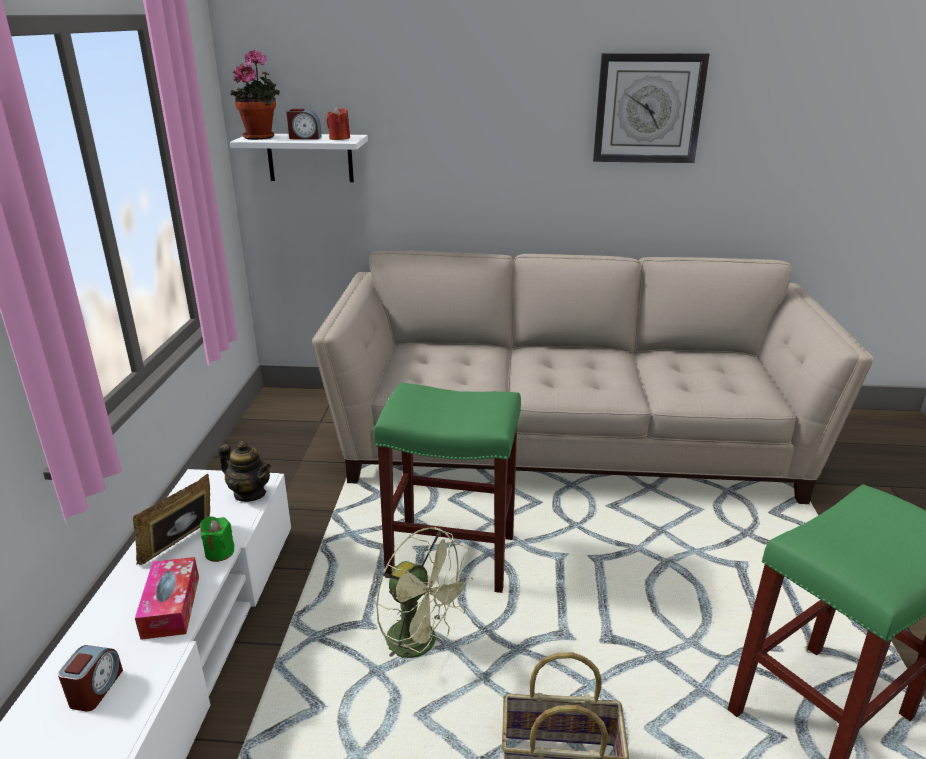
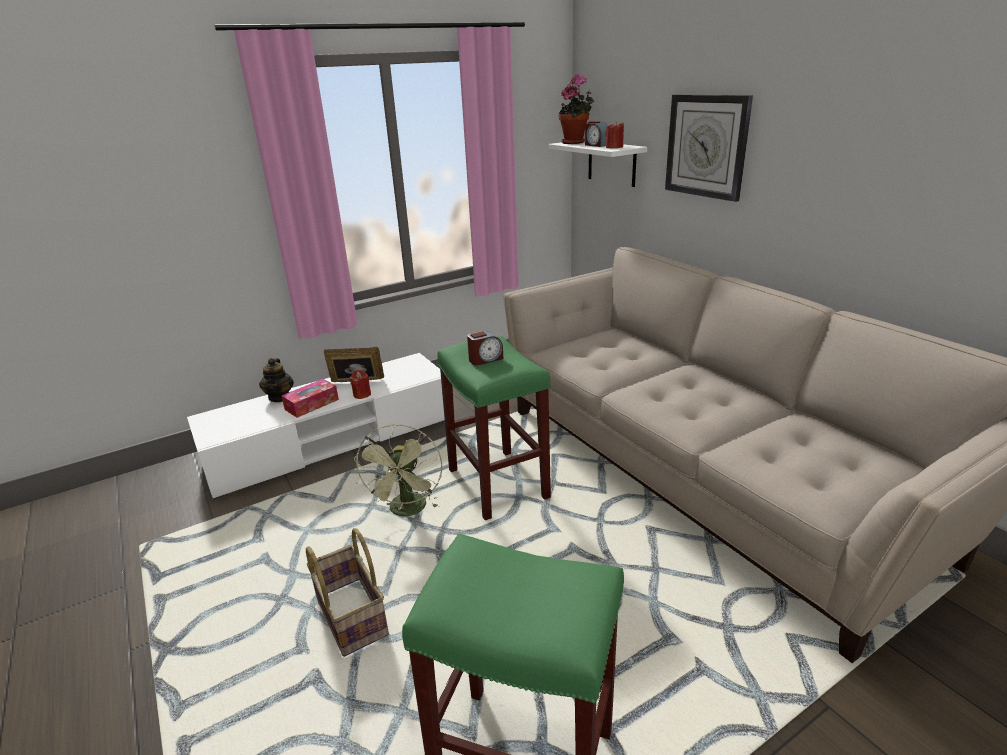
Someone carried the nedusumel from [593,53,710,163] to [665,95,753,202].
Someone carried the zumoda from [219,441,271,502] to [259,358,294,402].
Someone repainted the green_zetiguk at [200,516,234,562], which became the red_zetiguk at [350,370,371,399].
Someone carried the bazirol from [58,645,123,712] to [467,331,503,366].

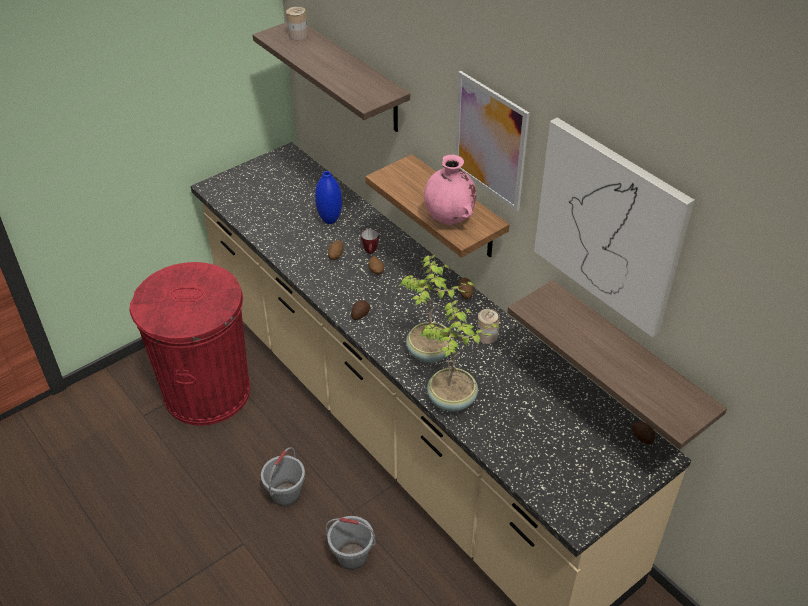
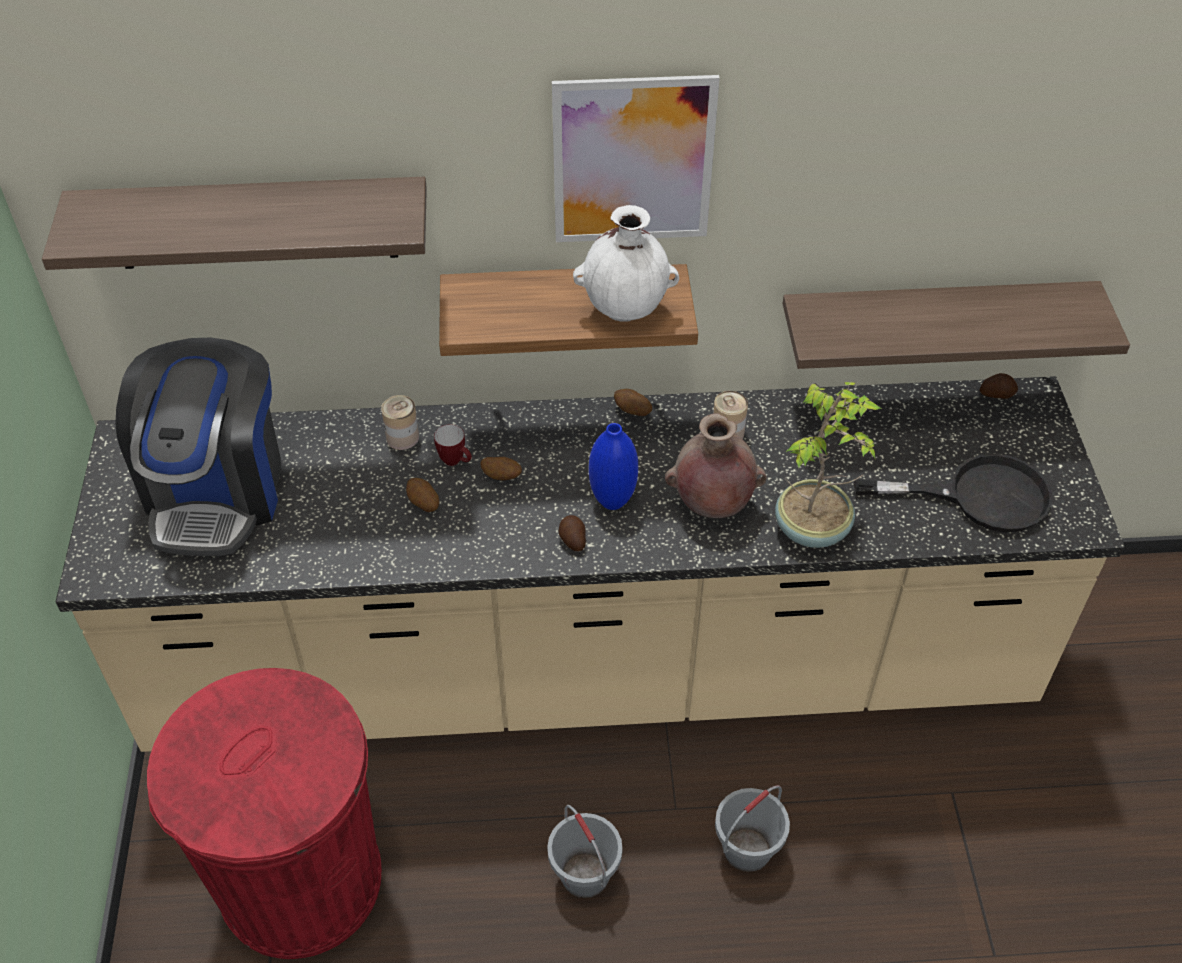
Someone carried the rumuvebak from [286,7,308,40] to [381,395,419,450].
Someone took away the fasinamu at [534,117,695,337].
Someone repainted the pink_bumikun at [424,155,477,225], which became the white_bumikun at [573,205,679,322].
Someone carried the blue_bumikun from [315,171,342,224] to [589,423,638,510].
Someone swapped the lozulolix at [400,255,475,363] for the brown_bumikun at [665,413,767,518].
Someone put down the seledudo at [115,337,281,556].
Someone put down the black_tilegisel at [854,454,1052,533].

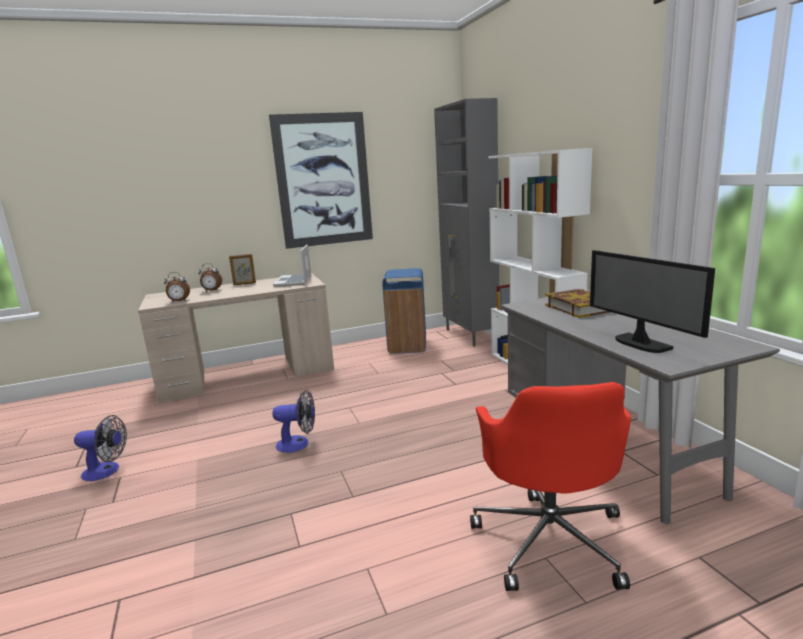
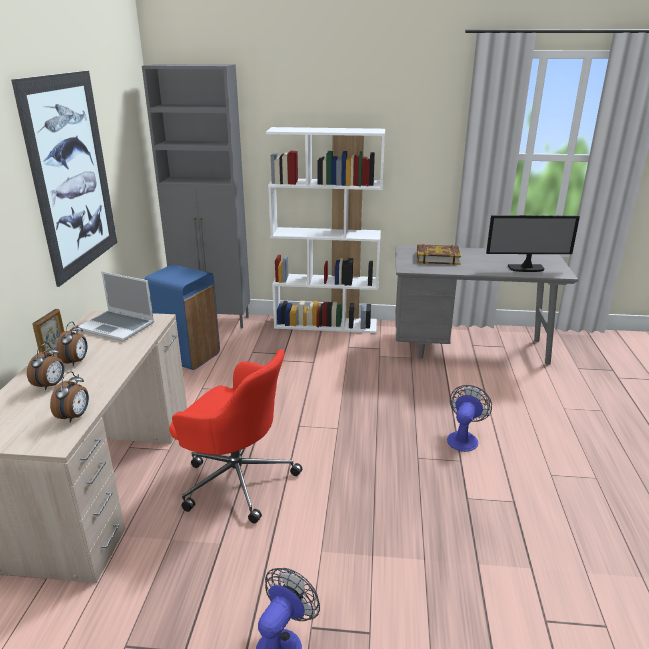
Someone carried the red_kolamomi from [470,382,631,591] to [169,349,302,523].
Someone carried the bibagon from [272,390,315,453] to [447,385,492,452].
Someone put down the bazirol at [56,321,87,366].

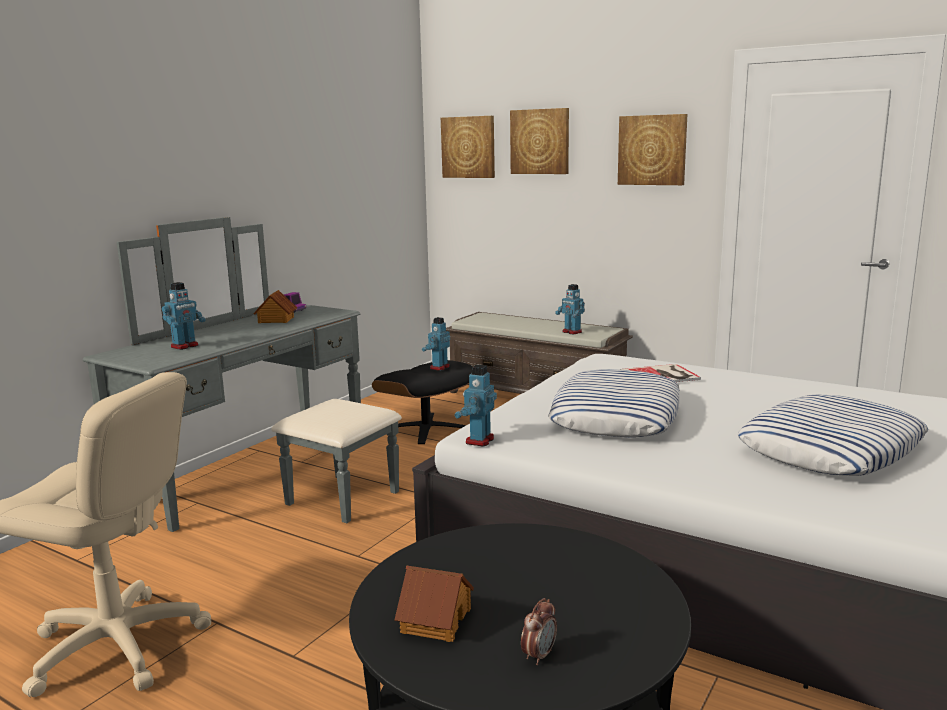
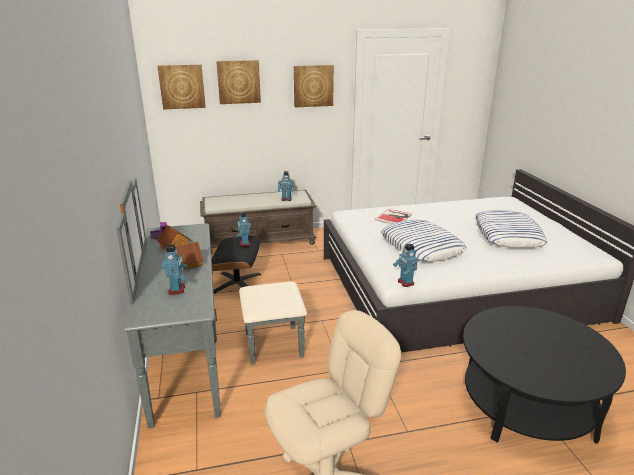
Someone carried the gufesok from [394,566,474,642] to [175,242,203,270].
Someone took away the bazirol at [521,598,557,665].

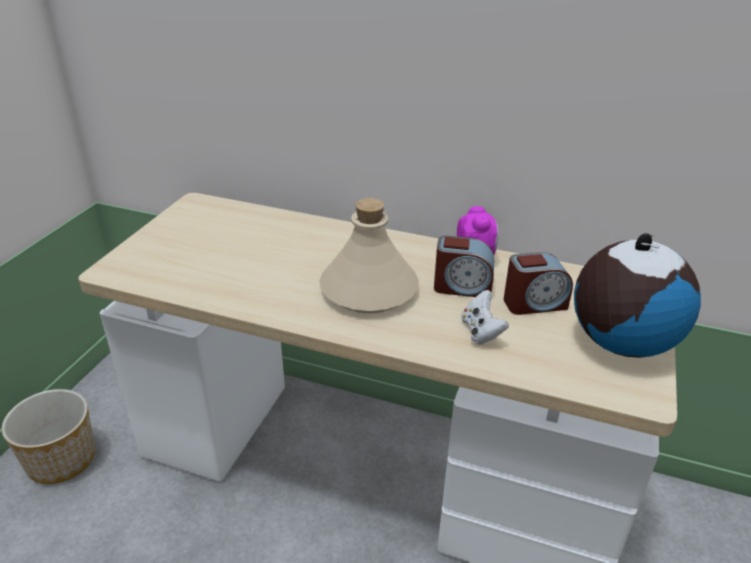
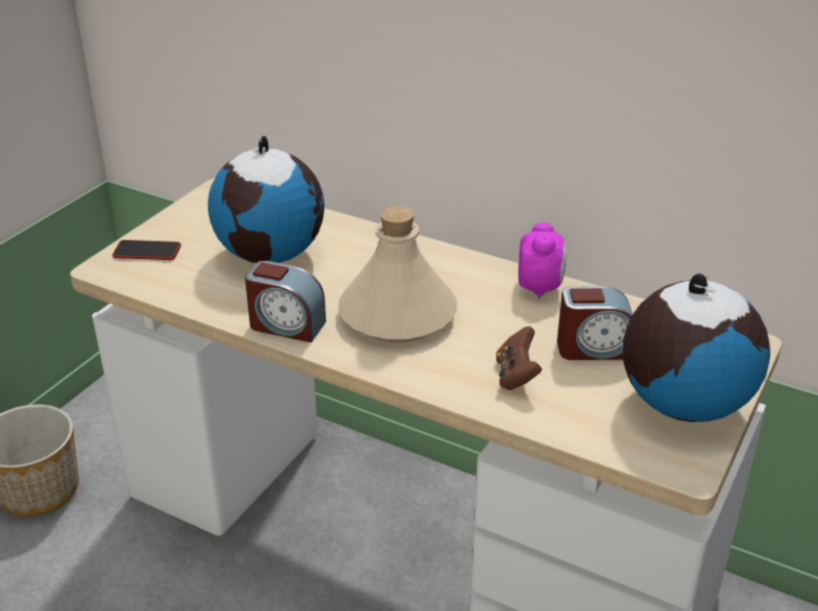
Someone carried the bazirol from [434,236,494,297] to [245,261,326,343].
Someone repainted the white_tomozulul at [461,290,509,345], which became the brown_tomozulul at [496,326,542,390].
Someone put down the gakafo at [208,136,324,263].
Someone put down the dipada at [112,240,181,260].

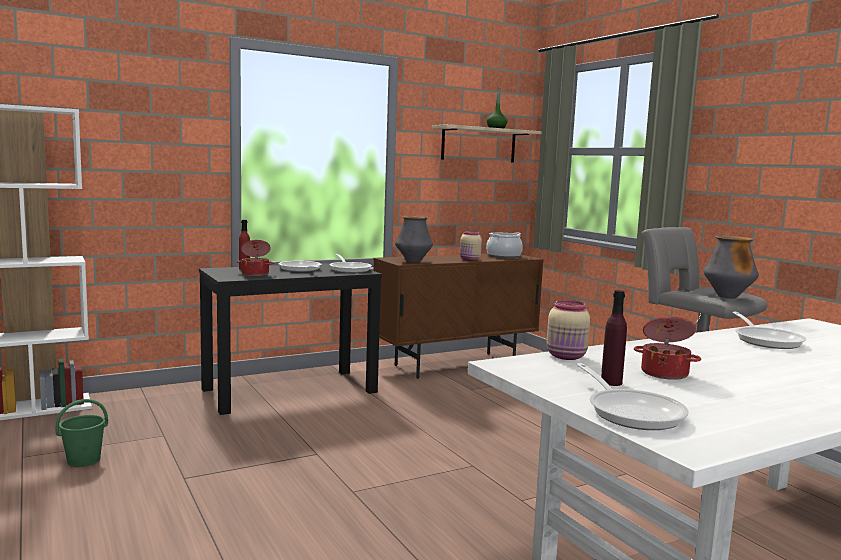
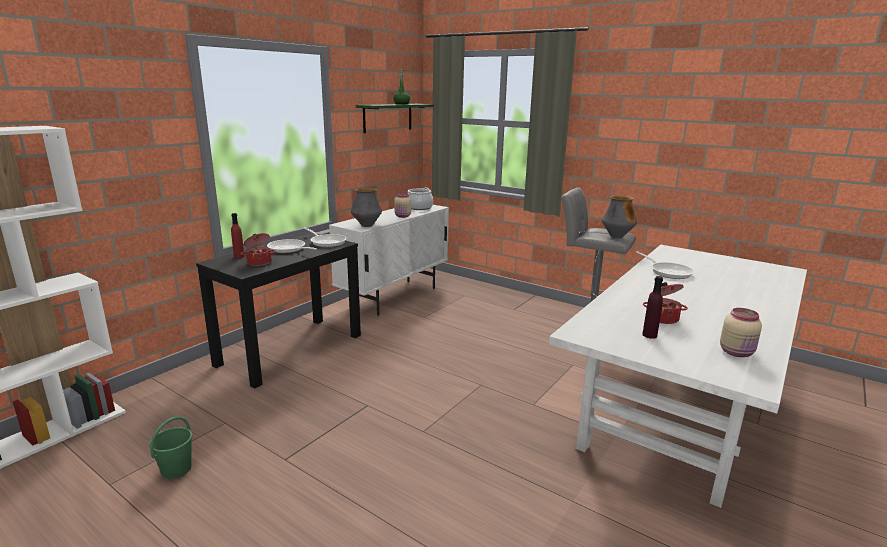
Someone repainted the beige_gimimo at [432,124,542,163], which became the green_gimimo at [355,104,434,133].
Someone repainted the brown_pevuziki at [373,254,544,379], which became the white_pevuziki at [329,205,449,316].
Someone carried the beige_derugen from [546,300,590,360] to [720,308,762,357].
Someone took away the tilegisel at [577,363,688,430].

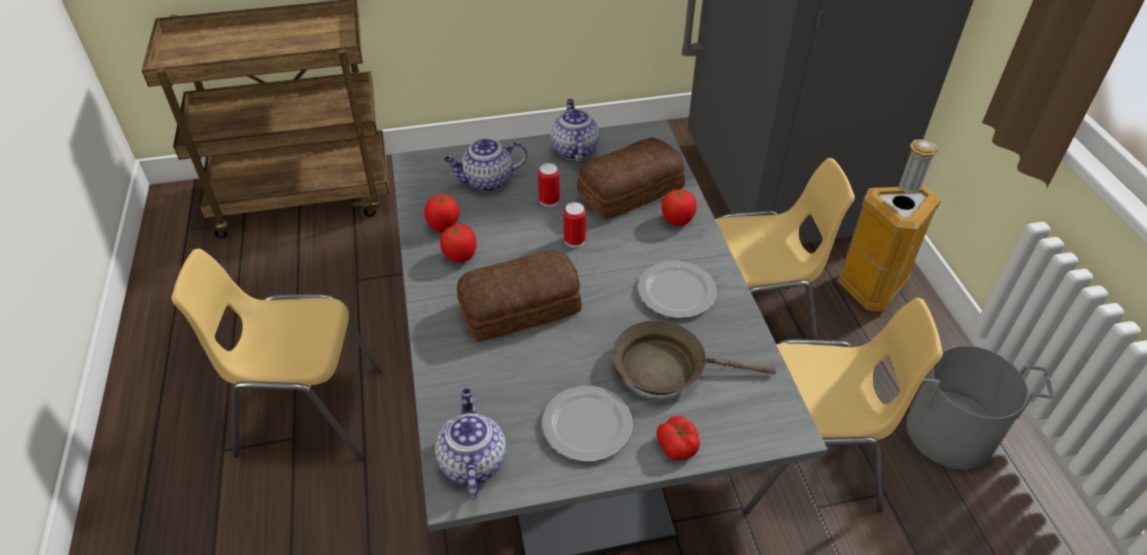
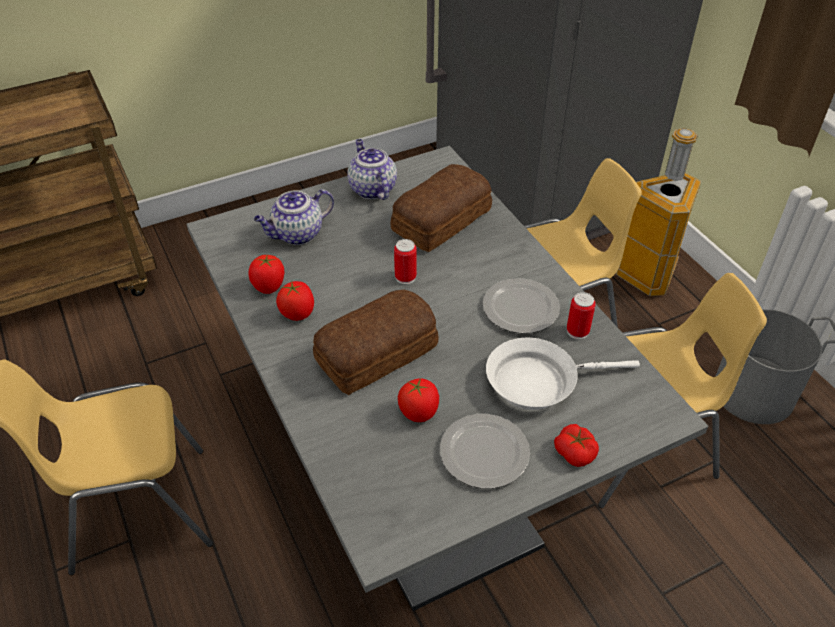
Someone carried the rumuvebak from [538,163,560,207] to [567,292,596,339].
Someone carried the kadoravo from [662,189,697,226] to [398,378,439,422].
Someone repainted the brown_tilegisel at [613,320,776,395], which became the white_tilegisel at [486,337,640,410].
Someone took away the zumoda at [435,389,506,500].

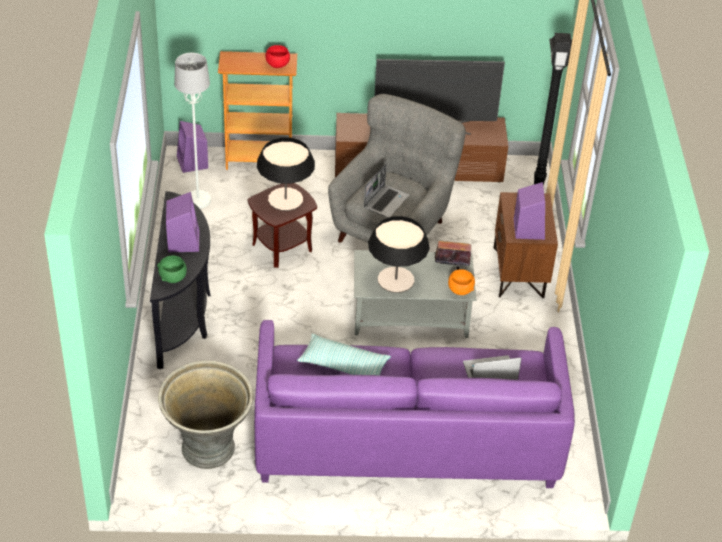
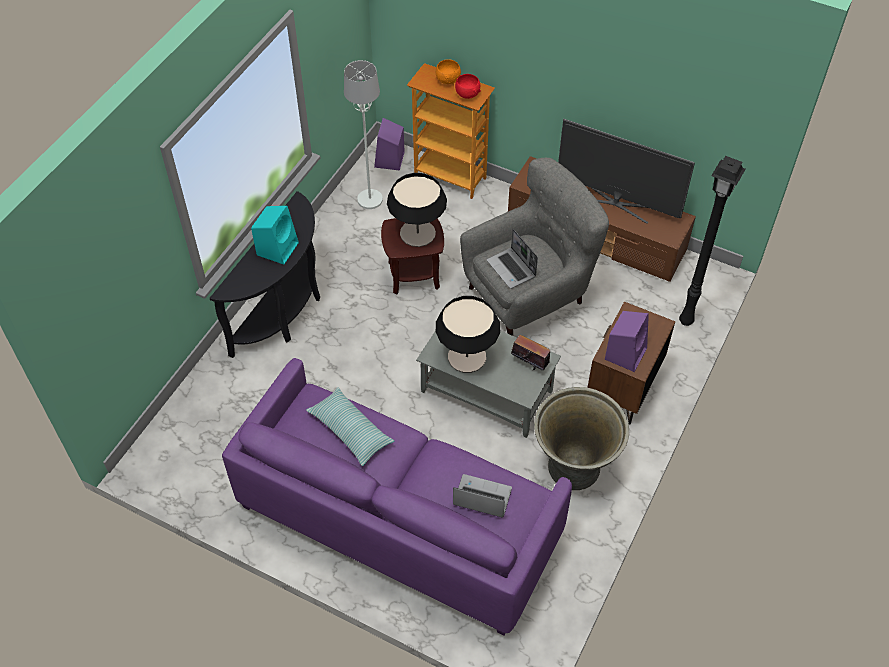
Someone rotated the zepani at [364,164,409,218] by 90 degrees clockwise.
Someone repainted the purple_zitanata at [166,192,199,252], which became the turquoise_zitanata at [251,206,299,265].
Someone took away the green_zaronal at [157,256,187,283].
Someone carried the orange_zaronal from [448,269,475,295] to [436,59,461,84].
Someone carried the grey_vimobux from [158,361,254,469] to [534,387,629,490].

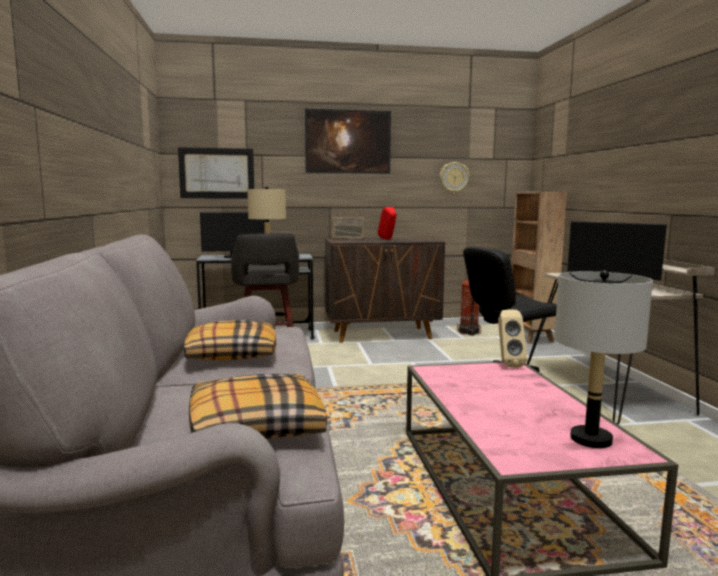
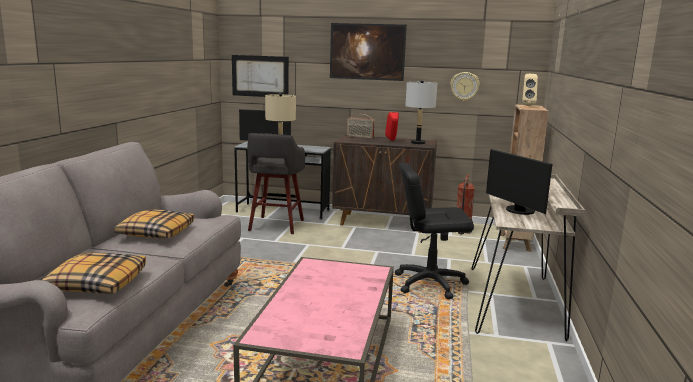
Someone carried the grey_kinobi from [554,270,653,448] to [405,80,437,144].
Someone carried the beige_zitanata from [498,310,527,367] to [522,74,538,106].

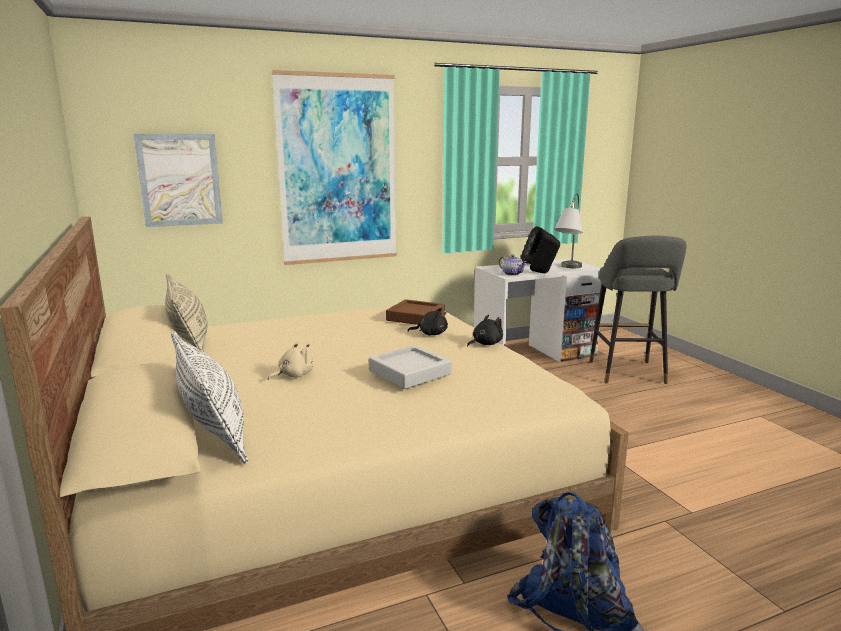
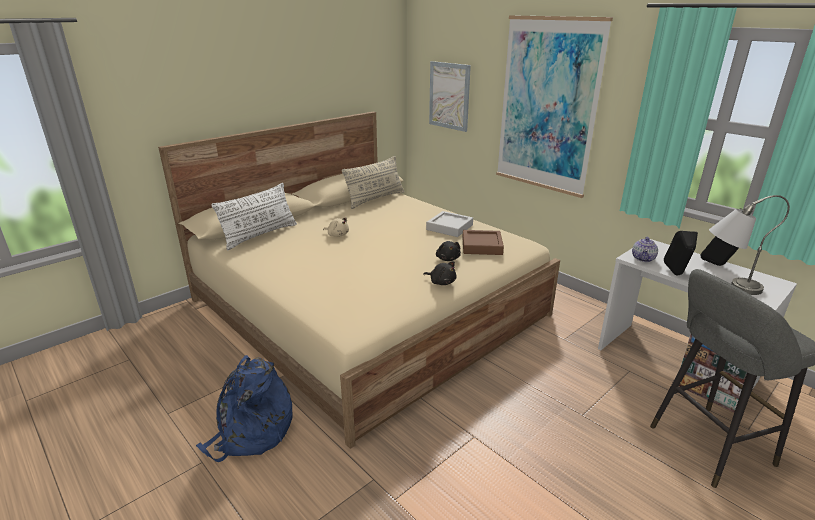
Someone carried the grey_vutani from [369,345,452,389] to [426,211,473,237].

